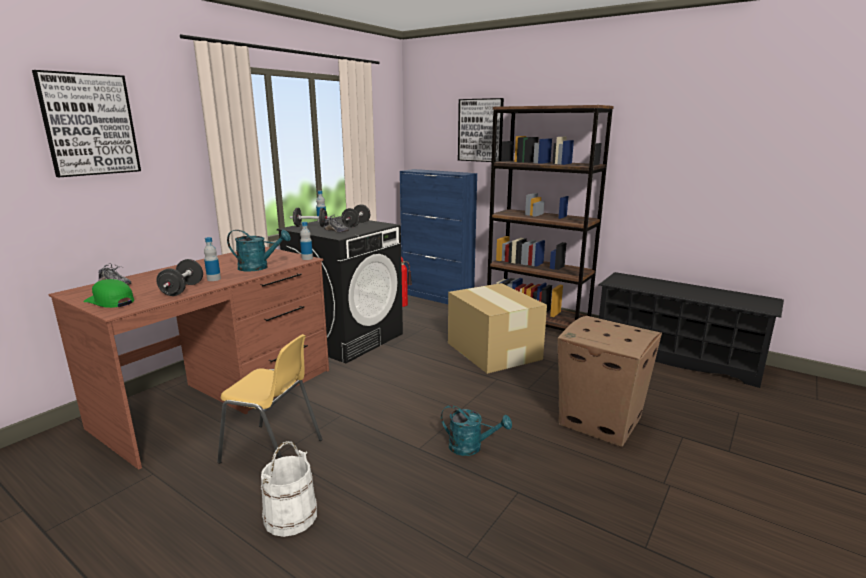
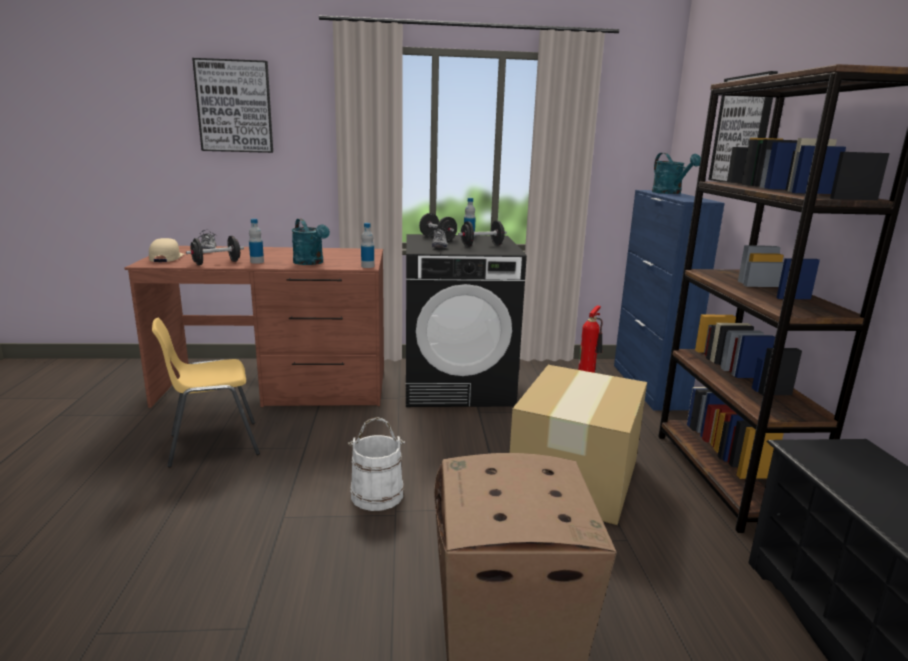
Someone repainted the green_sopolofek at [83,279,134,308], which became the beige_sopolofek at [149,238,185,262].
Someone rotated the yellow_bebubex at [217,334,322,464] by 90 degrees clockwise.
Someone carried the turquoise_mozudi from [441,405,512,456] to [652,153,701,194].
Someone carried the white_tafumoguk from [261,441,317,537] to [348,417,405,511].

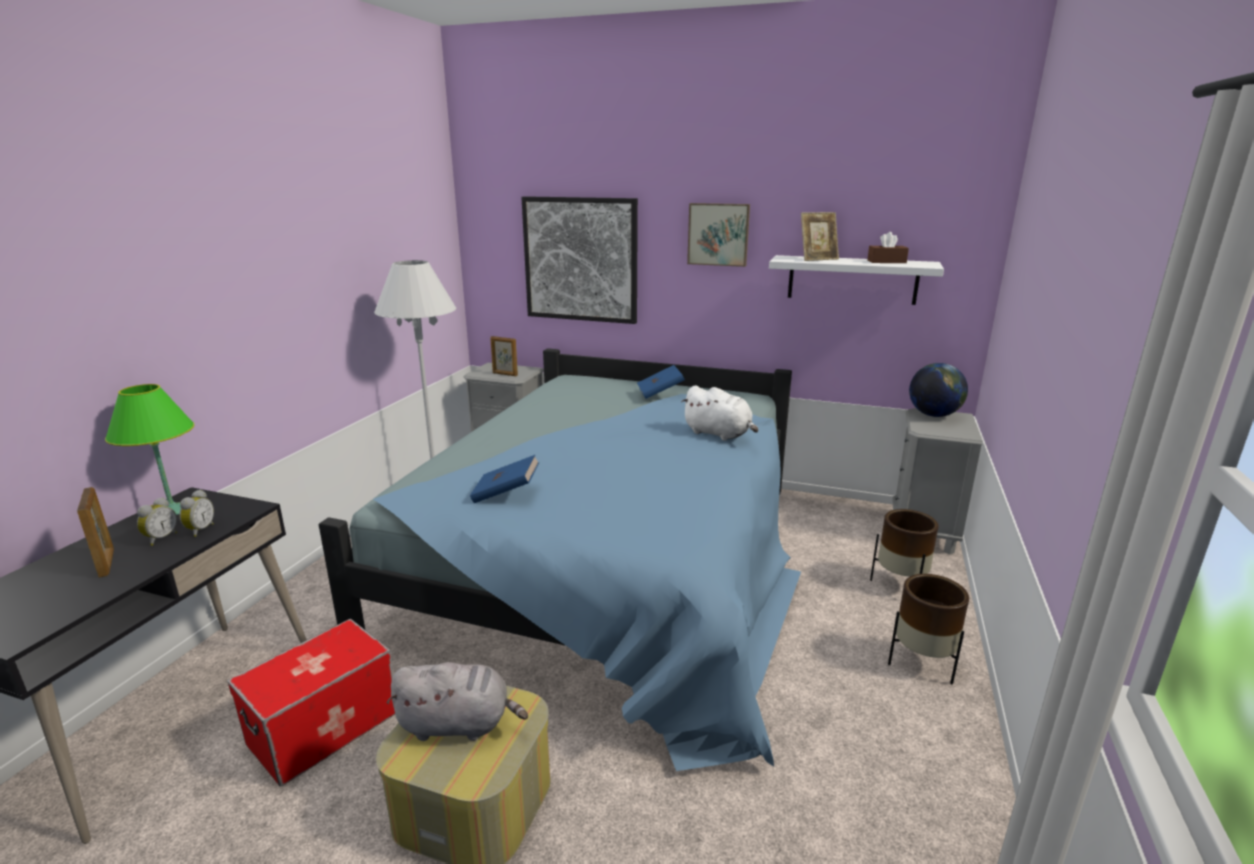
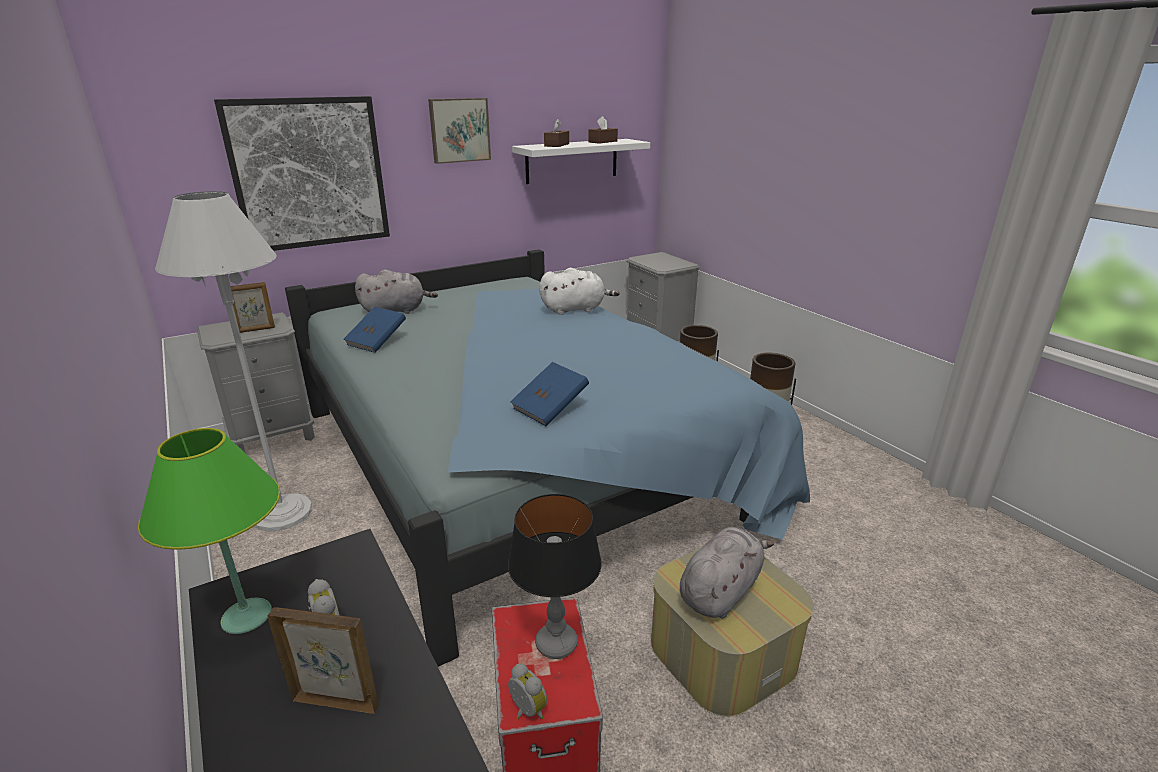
Someone swapped the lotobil at [801,212,839,261] for the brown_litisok at [544,119,569,147].
Someone took away the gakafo at [909,363,968,417].
Someone carried the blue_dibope from [637,365,685,399] to [343,307,406,353].
Someone carried the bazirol from [179,490,214,537] to [508,663,547,719].
Someone put down the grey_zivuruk at [355,270,438,314].
Someone put down the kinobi at [508,494,602,659].

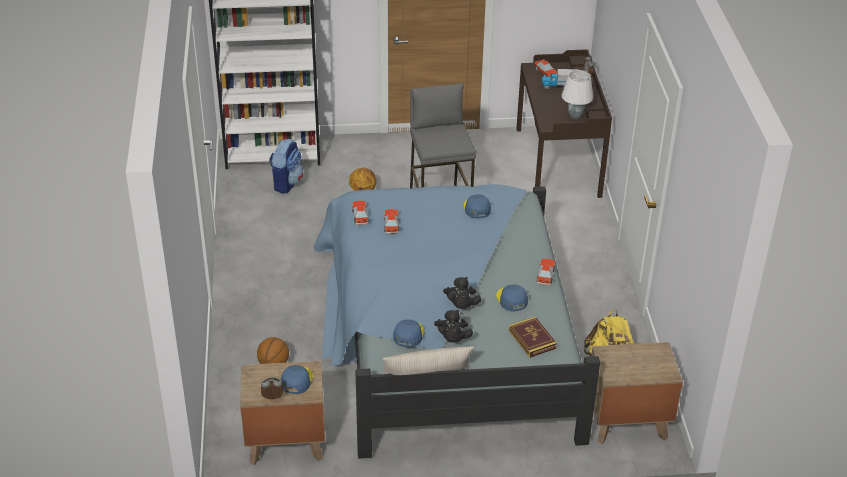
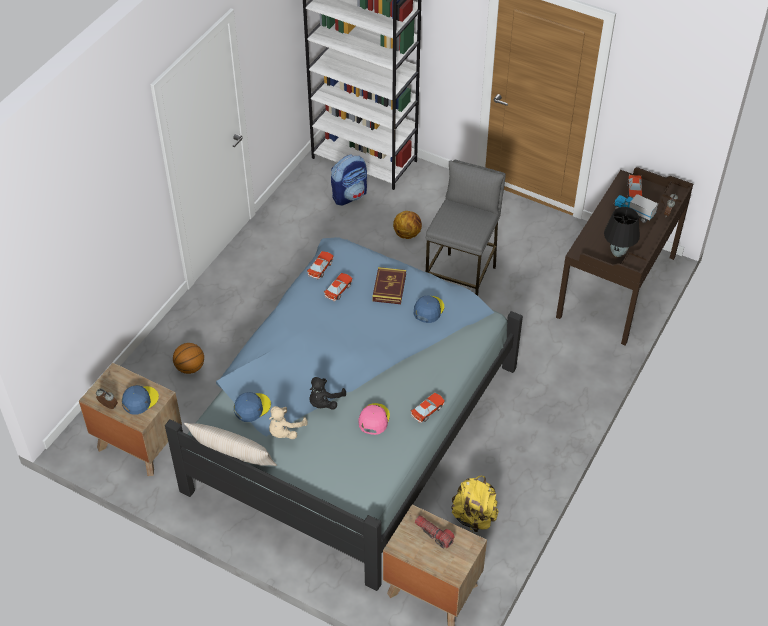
Someone repainted the white_kinobi at [562,70,593,119], which became the black_kinobi at [604,207,640,257].
Someone repainted the blue_sopolofek at [496,284,528,311], which became the pink_sopolofek at [358,403,390,435].
Someone repainted the black_zivuruk at [434,310,473,343], which became the beige_zivuruk at [269,406,308,439].
Someone carried the dibope from [509,317,557,358] to [372,267,406,304].
Someone put down the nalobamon at [415,515,455,549].

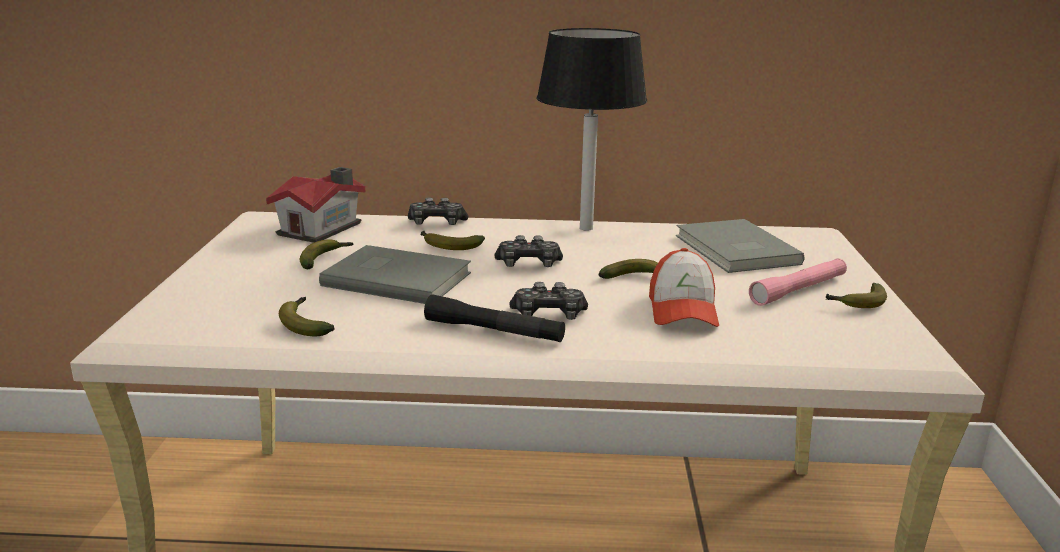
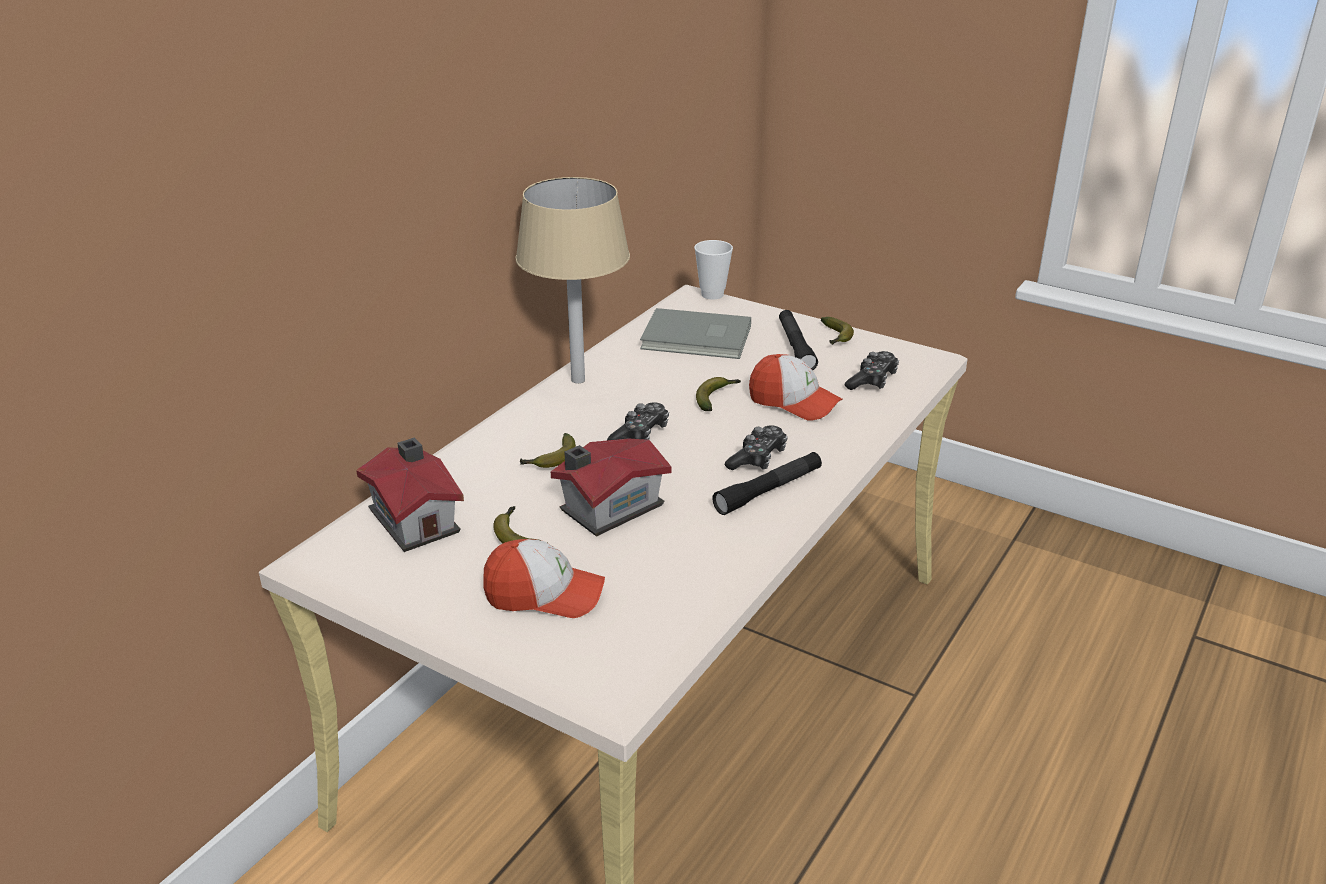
Someone repainted the black_kinobi at [537,28,647,231], which became the beige_kinobi at [516,177,630,383].
Someone carried the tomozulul from [408,197,468,225] to [845,351,899,390].
Someone swapped the grey_dibope at [319,245,471,304] for the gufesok at [551,439,671,537].
Someone repainted the pink_nalobamon at [749,258,847,306], which became the black_nalobamon at [779,310,818,370].
Someone took away the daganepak at [279,297,335,336].
Someone put down the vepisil at [694,240,733,300].
Someone put down the sopolofek at [483,539,605,618].

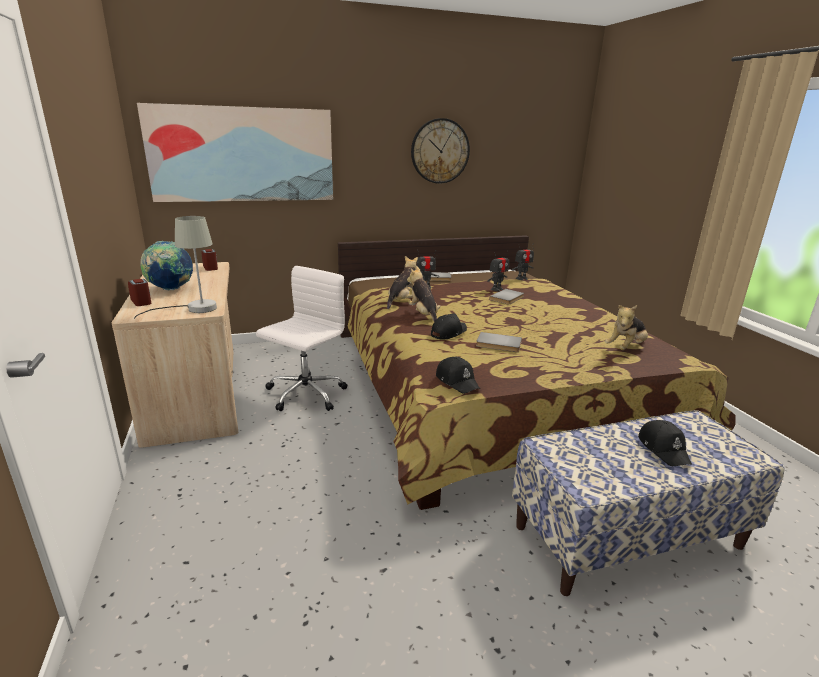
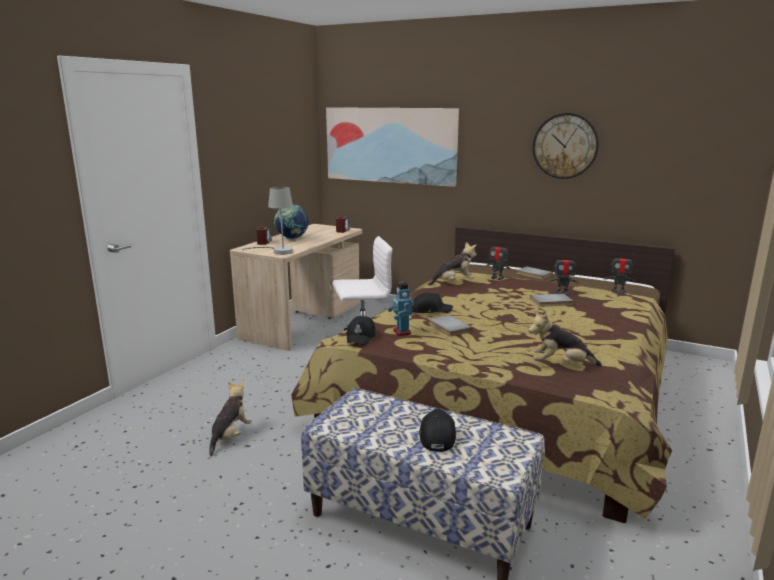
Someone carried the zivuruk from [407,266,440,322] to [209,381,252,456].
Someone rotated the black_sopolofek at [638,420,692,466] by 150 degrees clockwise.
Someone put down the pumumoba at [388,282,414,336].

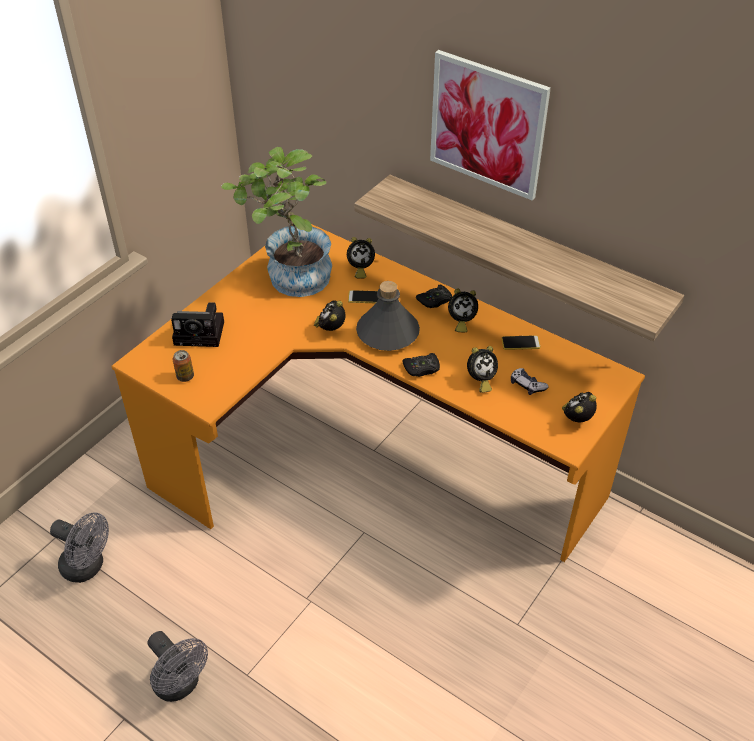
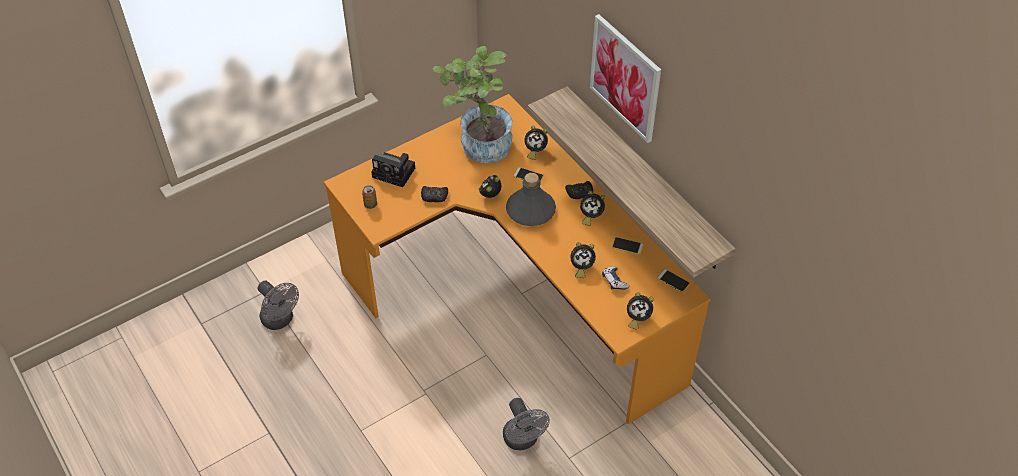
Someone carried the black_tomozulul from [402,353,440,377] to [421,186,448,203].
Someone rotated the bazirol at [562,392,597,422] by 150 degrees counterclockwise.
Someone carried the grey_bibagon from [148,631,208,702] to [503,398,550,450].
Someone put down the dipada at [657,269,690,293].

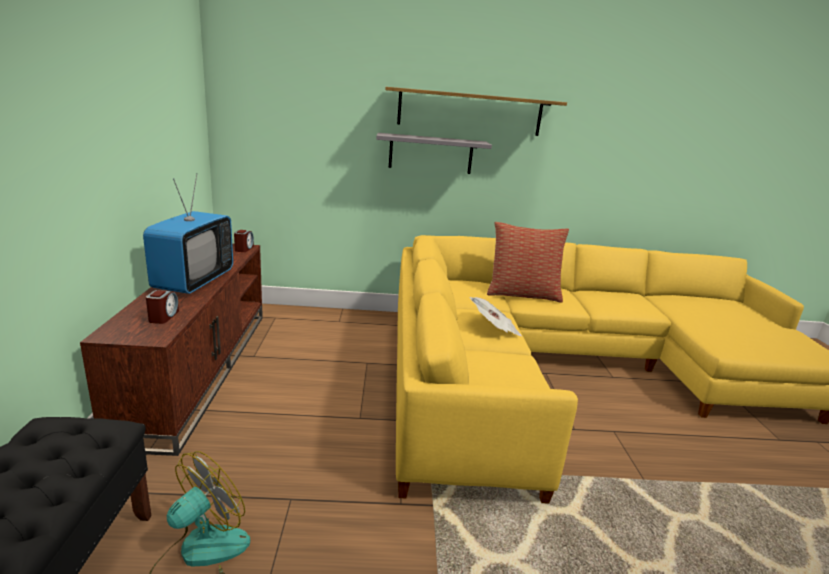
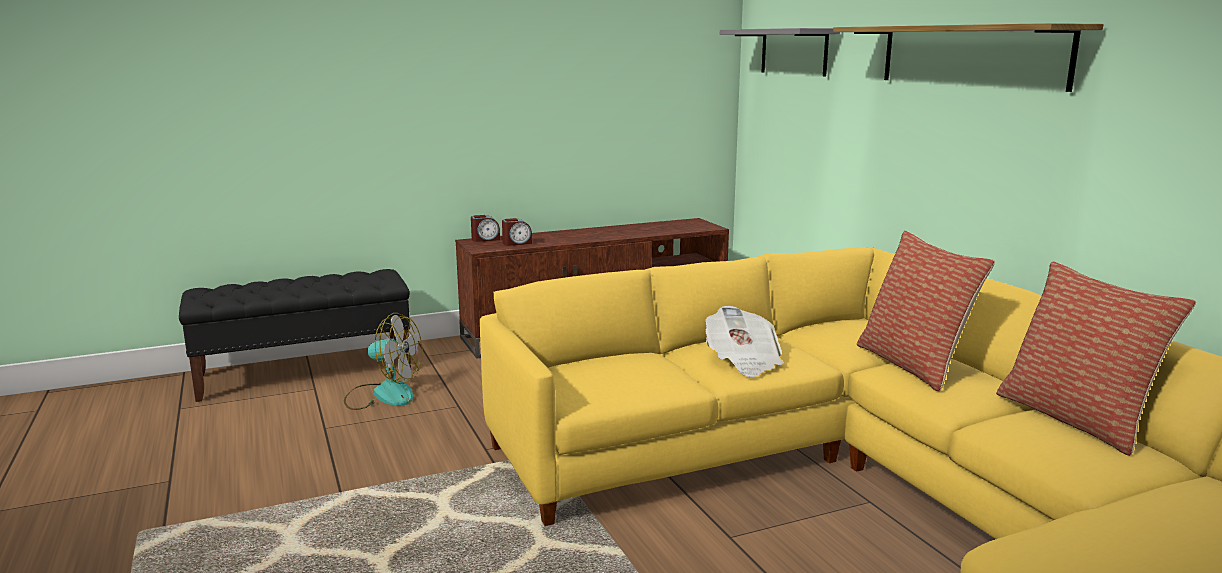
Someone carried the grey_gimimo from [376,133,492,174] to [720,28,840,76].
Someone took away the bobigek at [143,173,233,294].
Someone carried the bazirol from [234,230,254,252] to [471,215,500,242].
Someone put down the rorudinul at [996,261,1196,456].

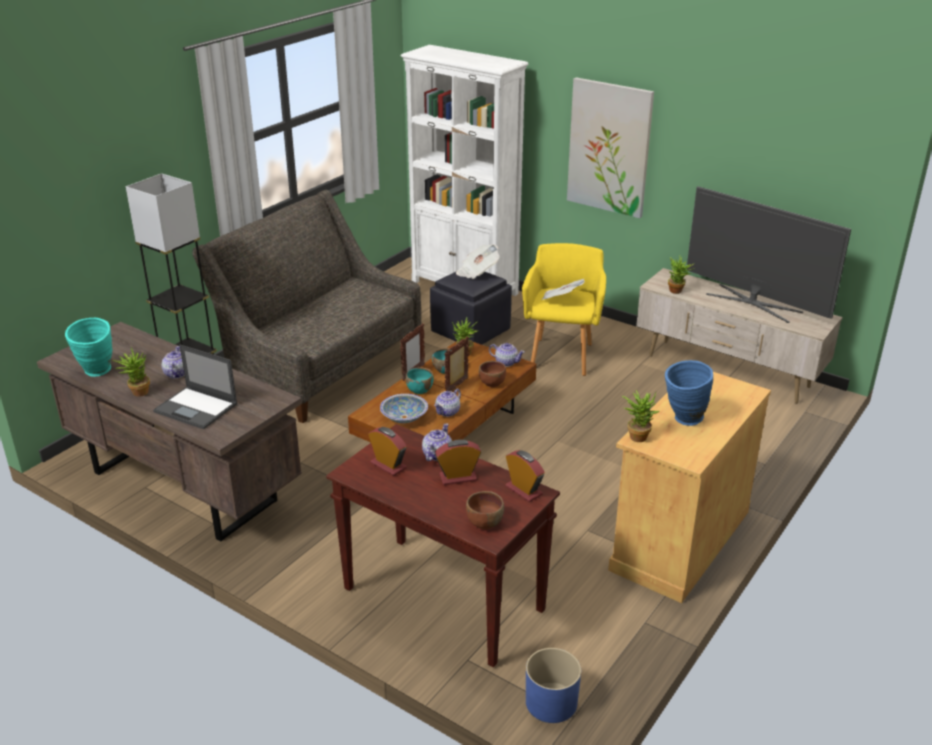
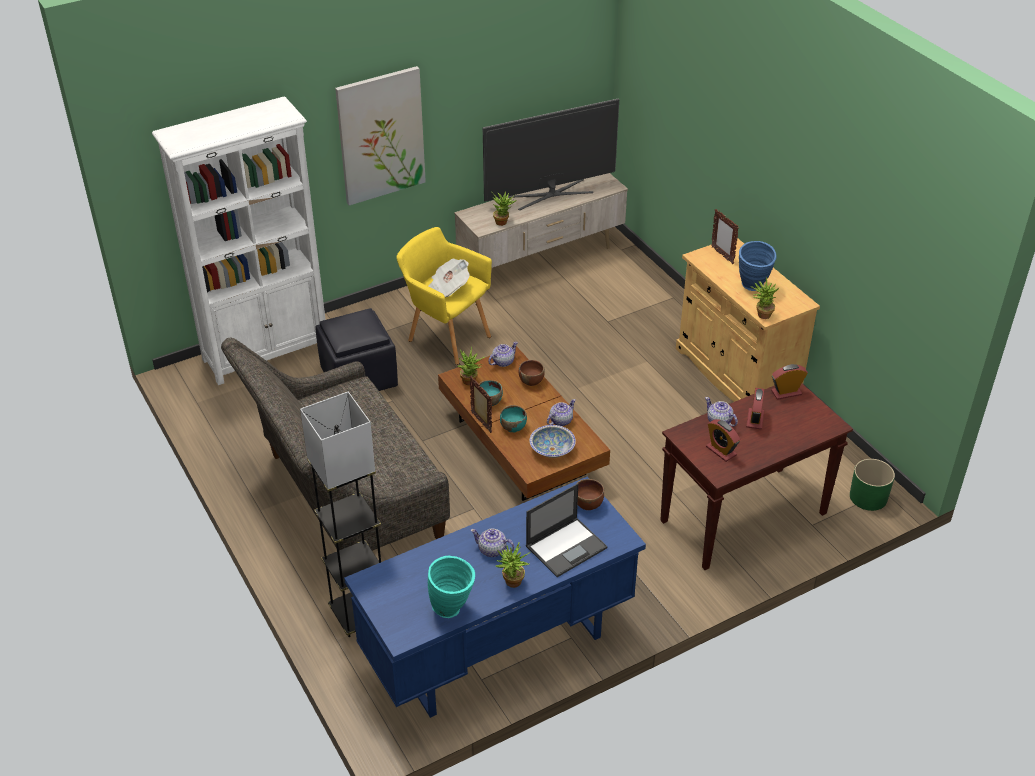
Someone took away the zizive at [456,244,500,279].
Someone repainted the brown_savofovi at [37,322,302,542], which became the blue_savofovi at [344,477,646,718].
Someone carried the lotobil from [444,336,469,391] to [711,209,739,264].
Someone rotated the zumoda at [434,389,461,417] by 105 degrees counterclockwise.
Someone rotated the bazirol at [368,427,407,476] by 105 degrees counterclockwise.
Someone carried the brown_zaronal from [466,491,504,529] to [576,479,605,510].
Someone repainted the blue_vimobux at [526,648,581,723], which became the green_vimobux at [850,459,895,511].

